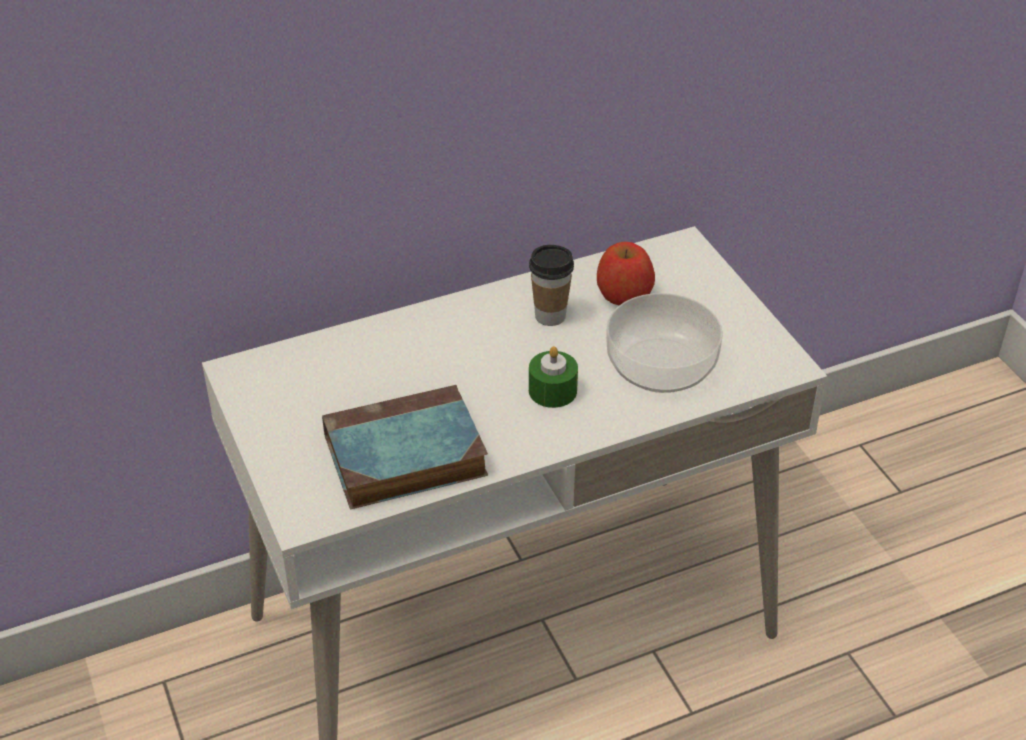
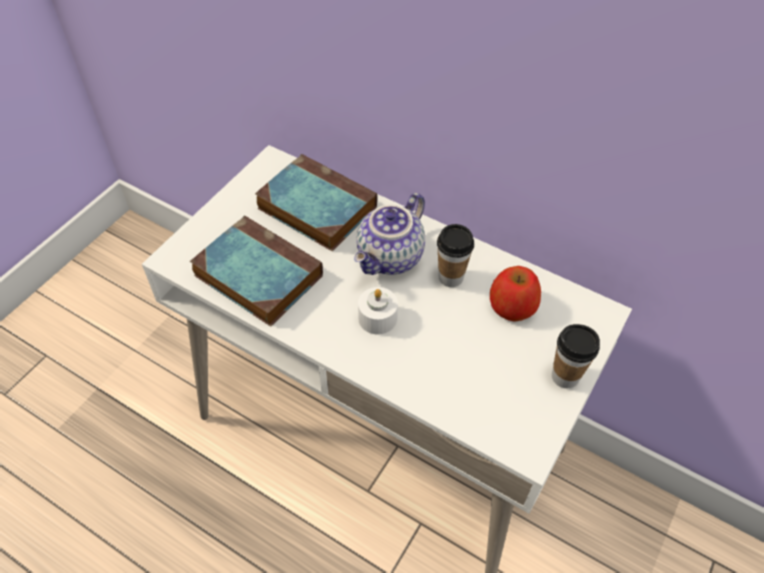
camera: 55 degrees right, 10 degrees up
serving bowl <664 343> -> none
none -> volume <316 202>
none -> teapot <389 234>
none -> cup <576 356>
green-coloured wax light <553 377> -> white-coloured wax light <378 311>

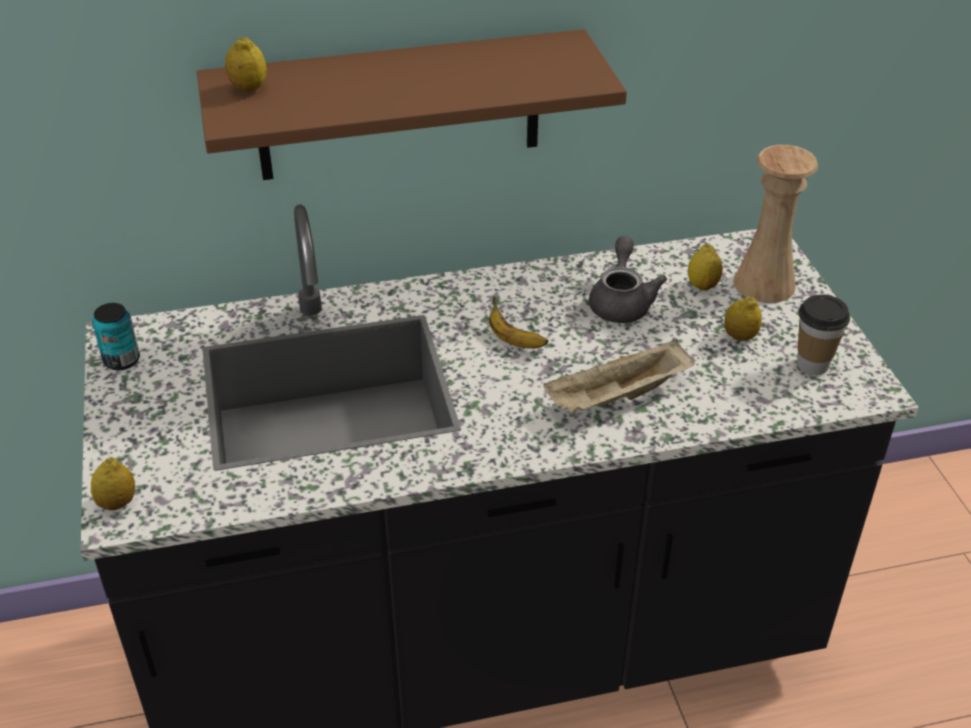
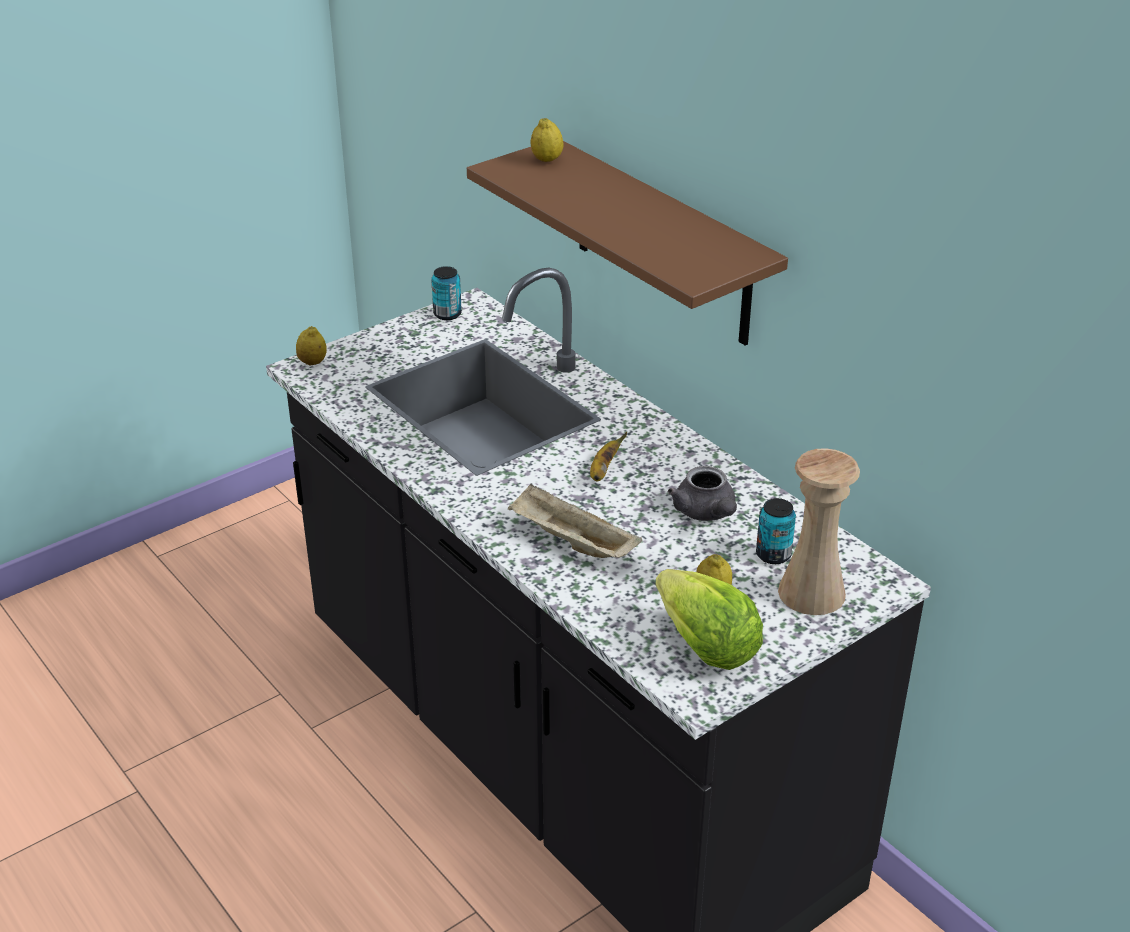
camera: 65 degrees right, 5 degrees down
whole lemon <705 267> -> can <776 531>
cup <823 335> -> lettuce head <709 619>
gray teapot <628 279> -> gray teapot <702 493>, 90 degrees clockwise

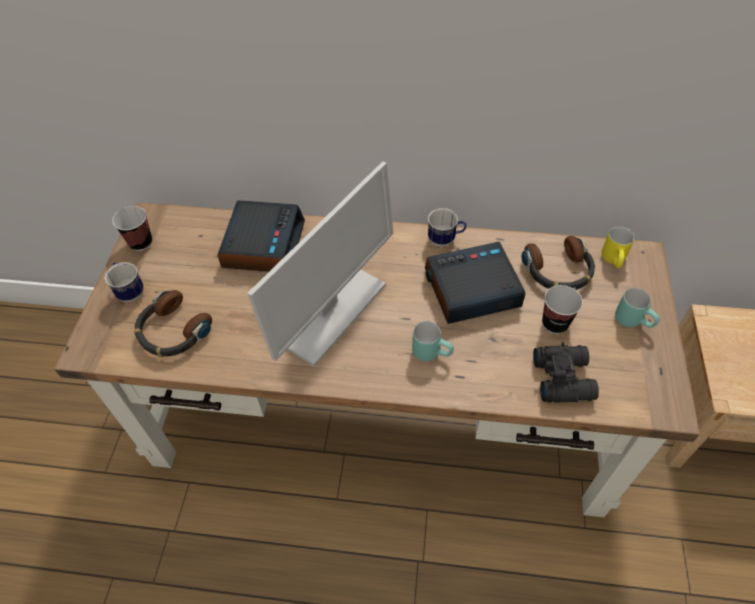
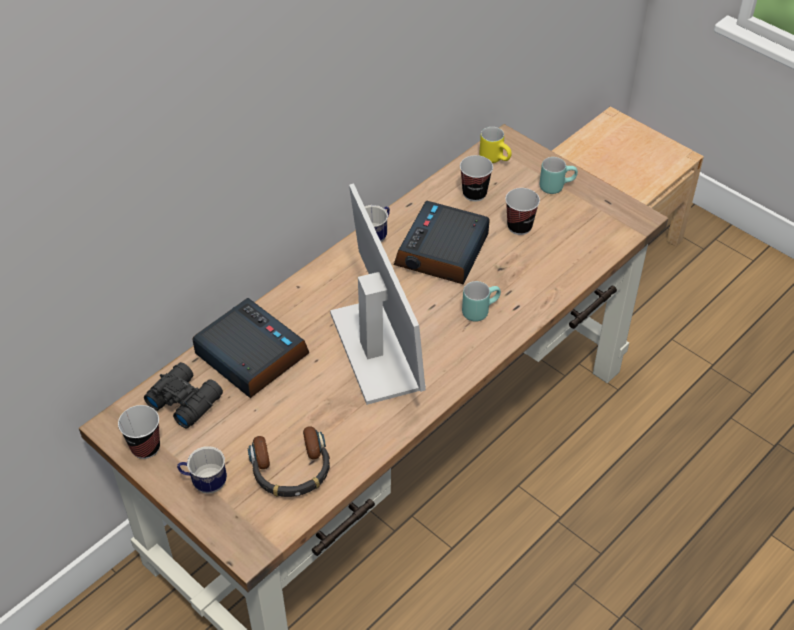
camera: 55 degrees left, 5 degrees down
black binoculars <566 372> -> black binoculars <183 395>, shifted
pair of headphones <558 263> -> cup <476 178>

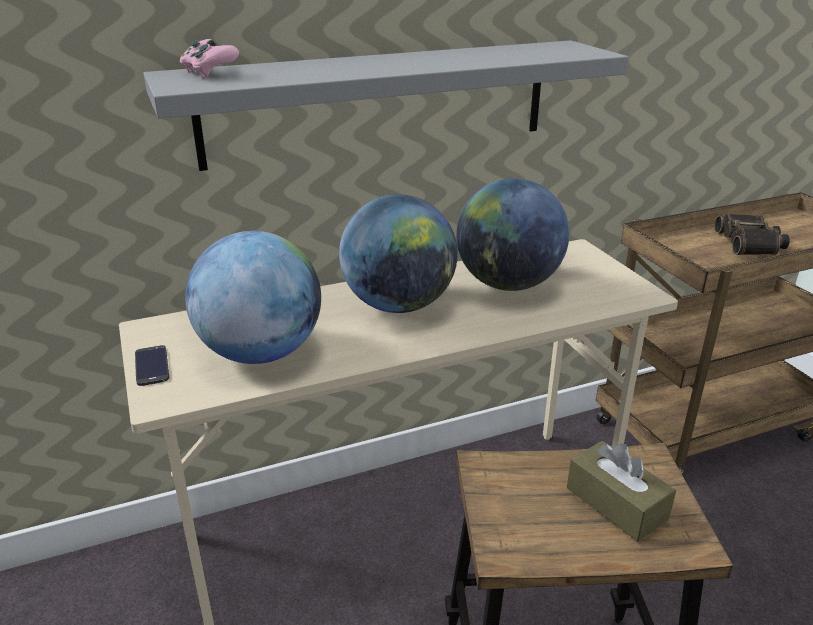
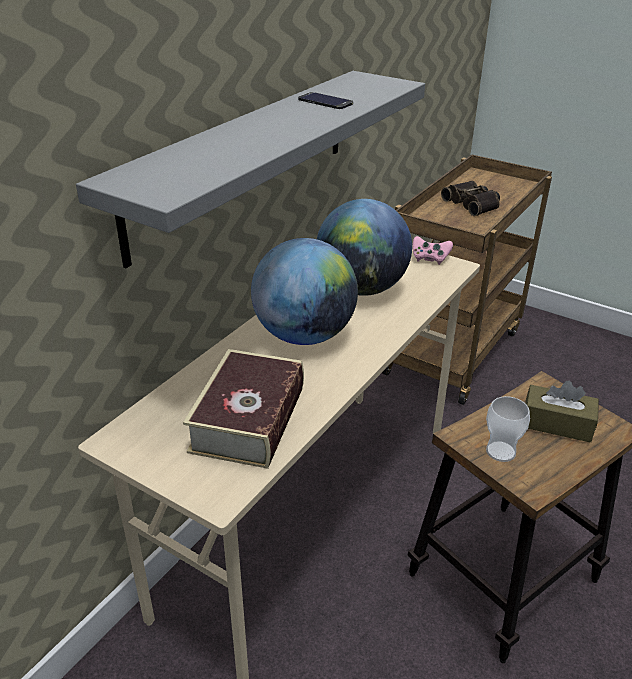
camera: 35 degrees left, 5 degrees up
none -> cup <508 429>
handset <152 365> -> handset <325 100>, shifted
pink-coloured joypad <209 58> -> pink-coloured joypad <432 250>, shifted
world globe <253 297> -> volume <243 409>

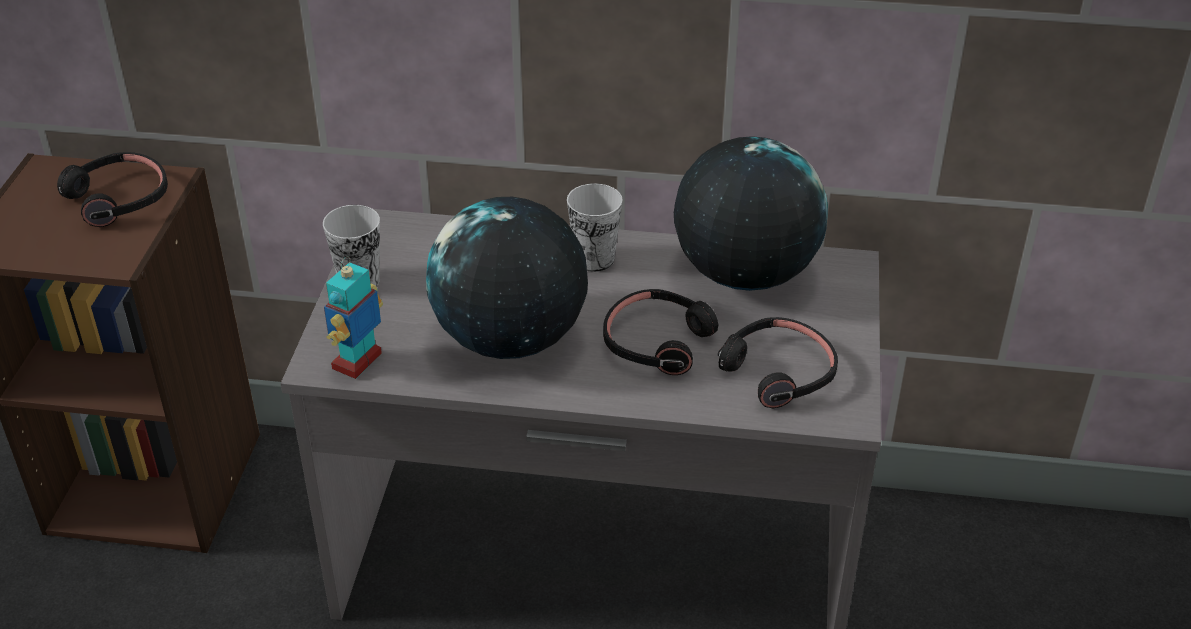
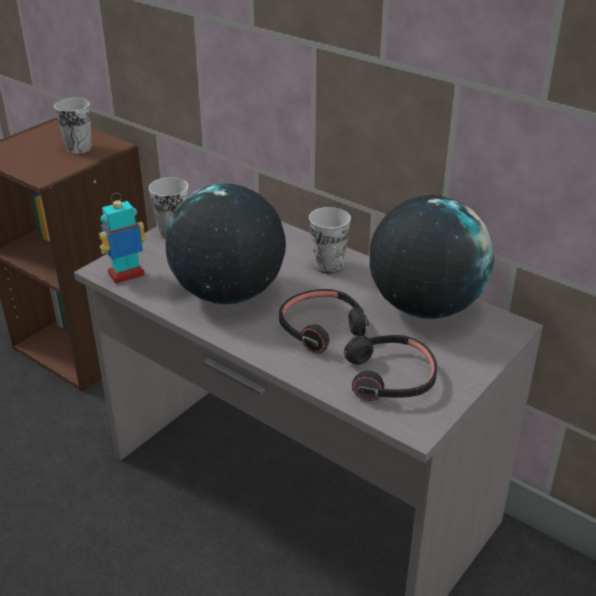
camera: 30 degrees right, 5 degrees down
black pair of headphones <112 189> -> cup <73 126>

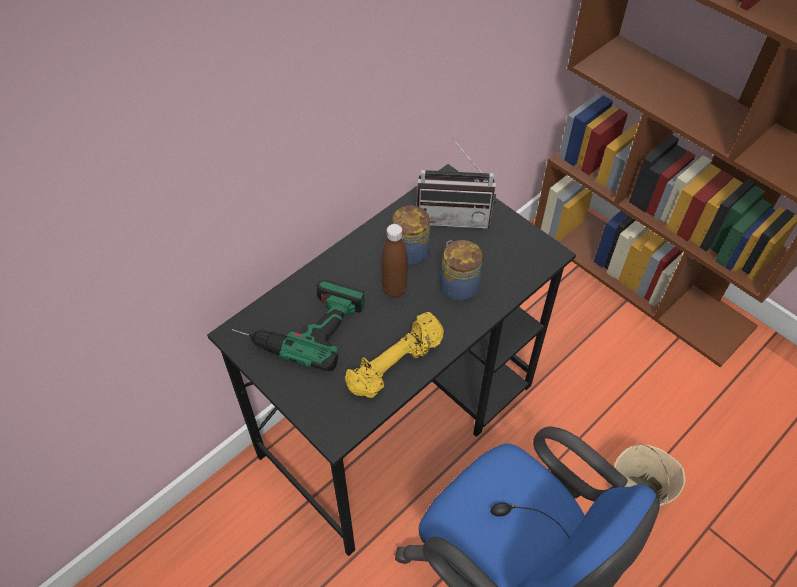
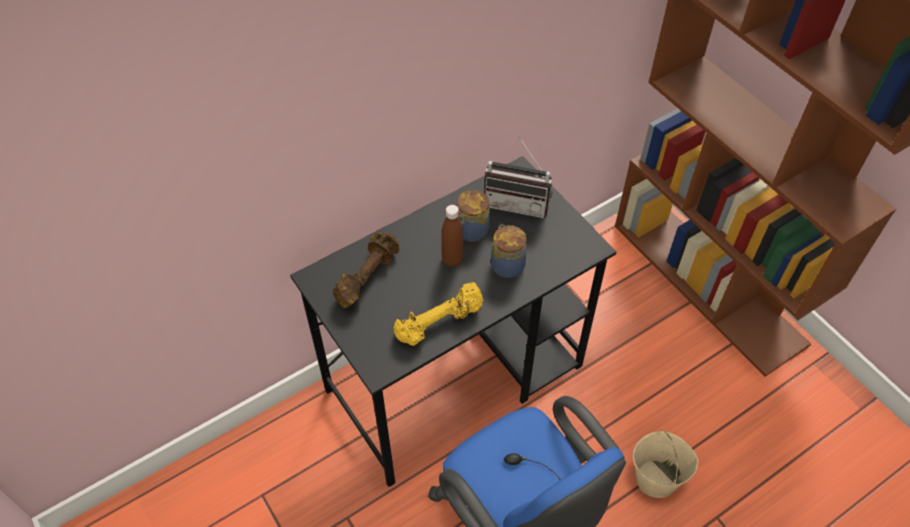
camera: 10 degrees right, 0 degrees up
drill <298 325> -> brown-coloured free weight <366 270>

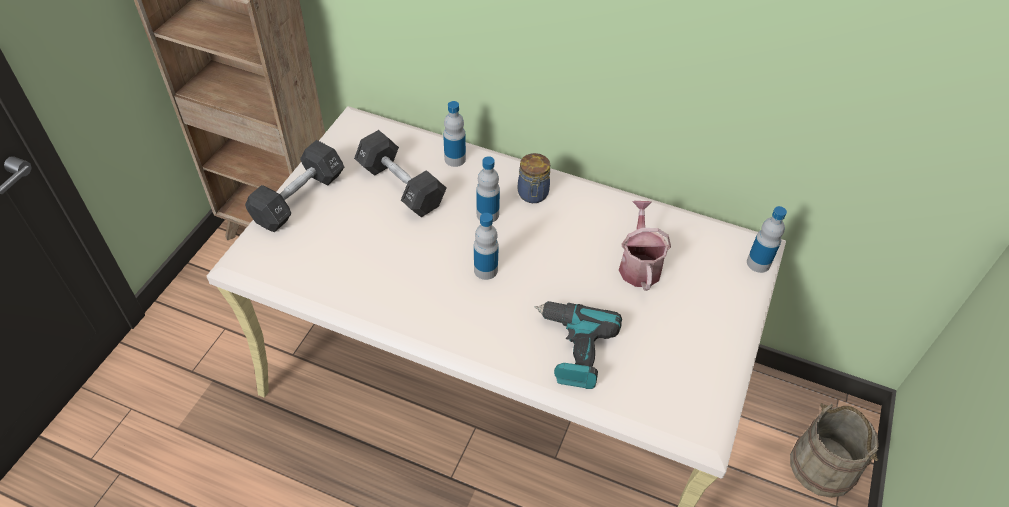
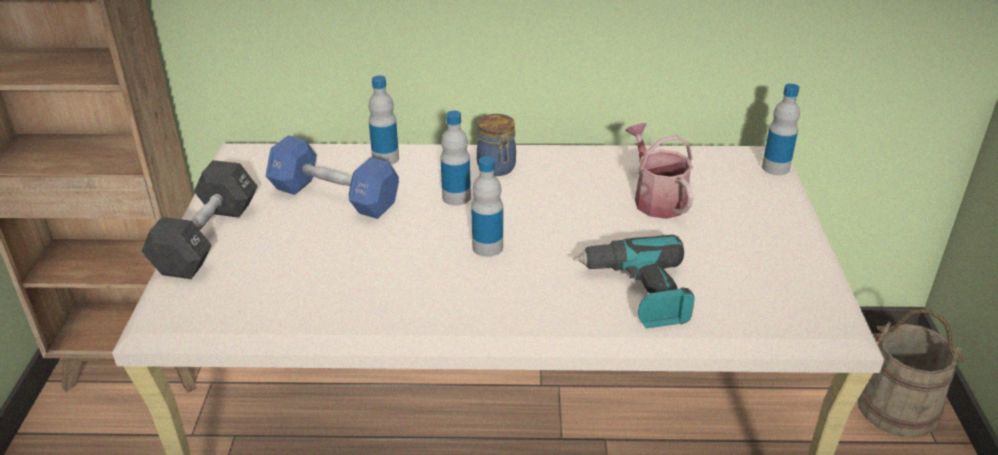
camera: 20 degrees left, 15 degrees down
black free weight <400 173> -> blue free weight <332 177>

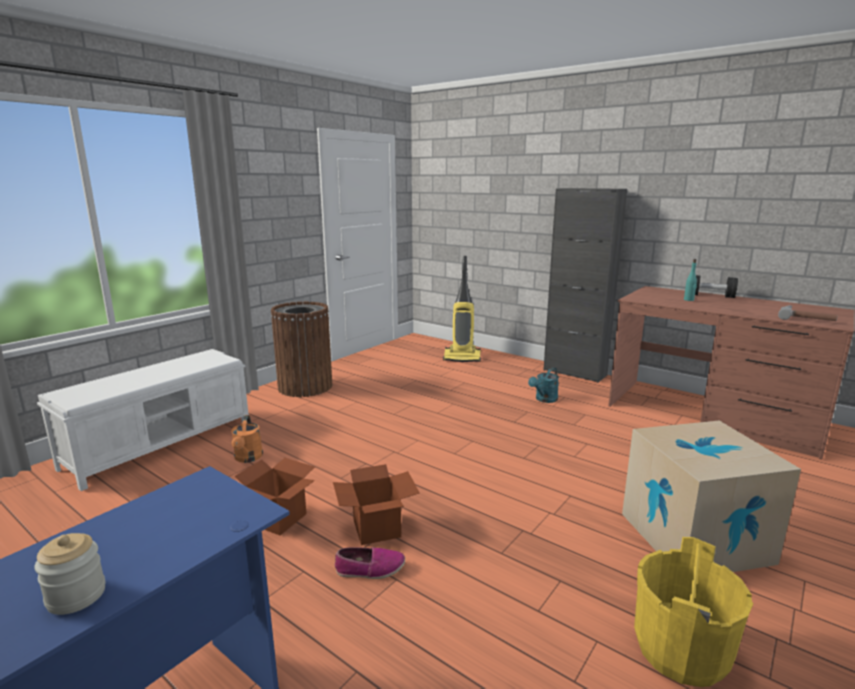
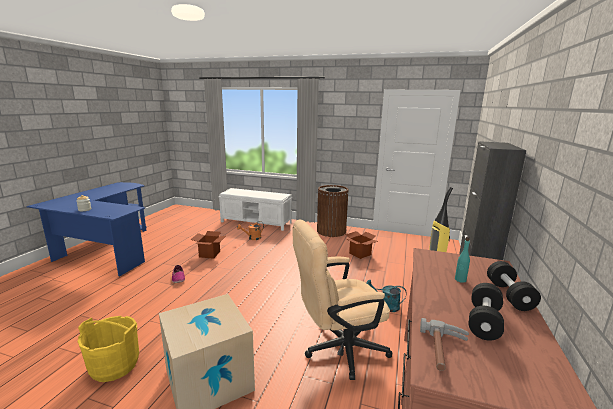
camera: 70 degrees right, 0 degrees up
none -> sand-coloured desk chair <342 300>
none -> black free weight <486 312>
packing box <376 504> -> packing box <361 245>, shifted

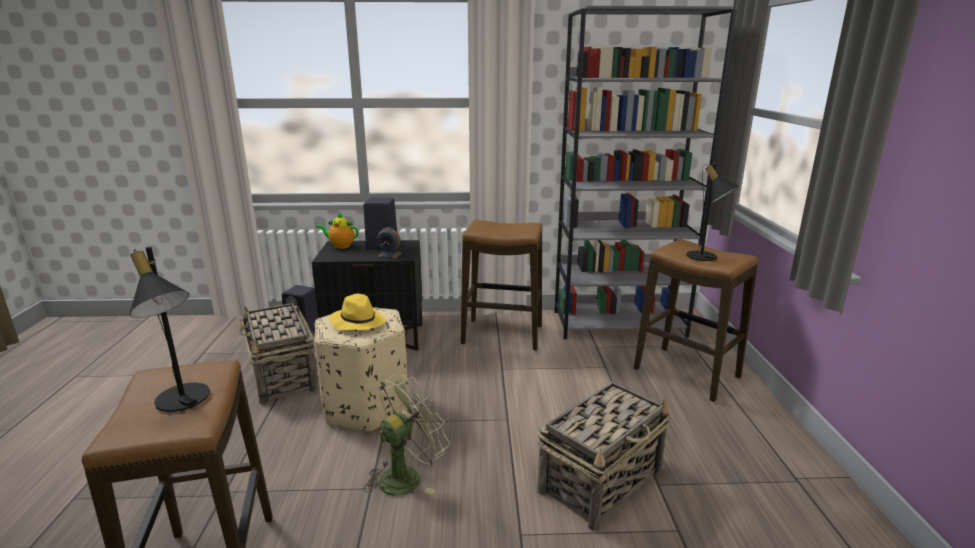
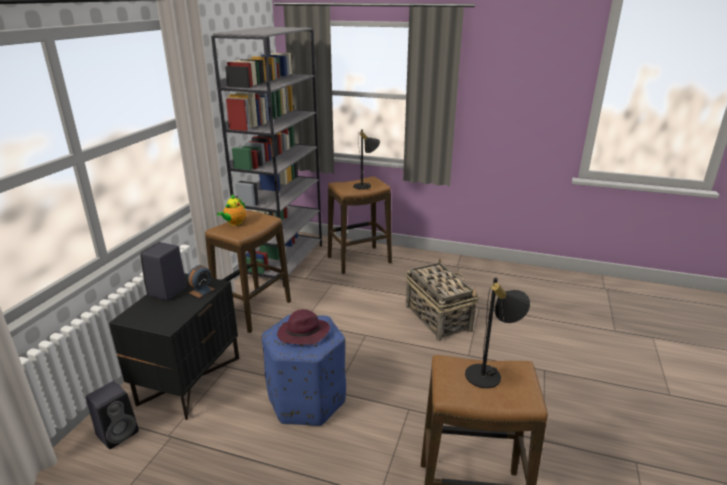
camera: 70 degrees left, 5 degrees up
household basket <278 353> -> none
green-coloured fan <407 434> -> none
teapot <337 231> -> teapot <231 210>, shifted
sand-coloured pouffe <362 369> -> blue pouffe <304 370>
yellow hat <357 312> -> purplish hat <303 327>

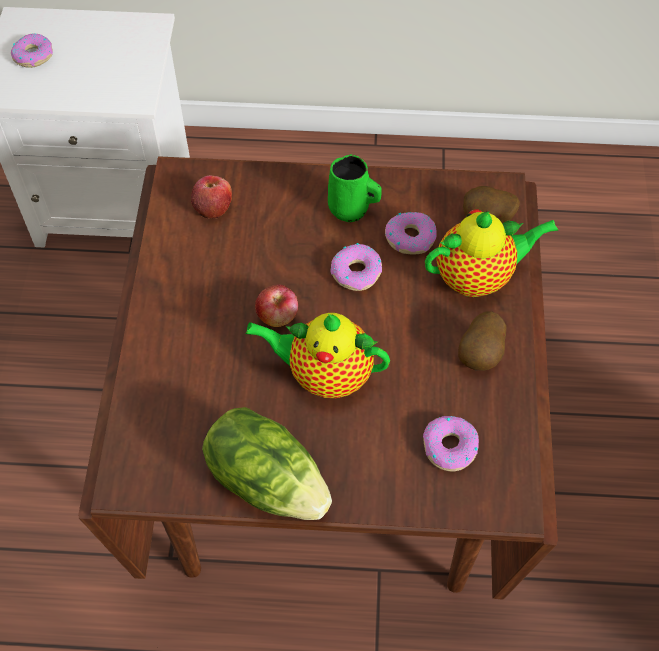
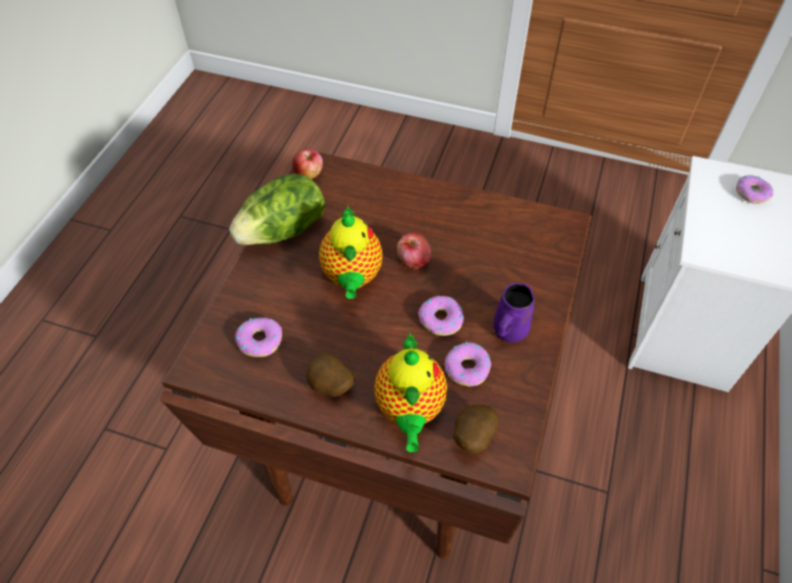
camera: 105 degrees right, 5 degrees down
apple fruit <211 197> -> apple fruit <307 163>, shifted
green-coloured tea mug <355 188> -> purplish tea mug <514 313>
teapot <317 355> -> teapot <351 252>, 150 degrees clockwise

